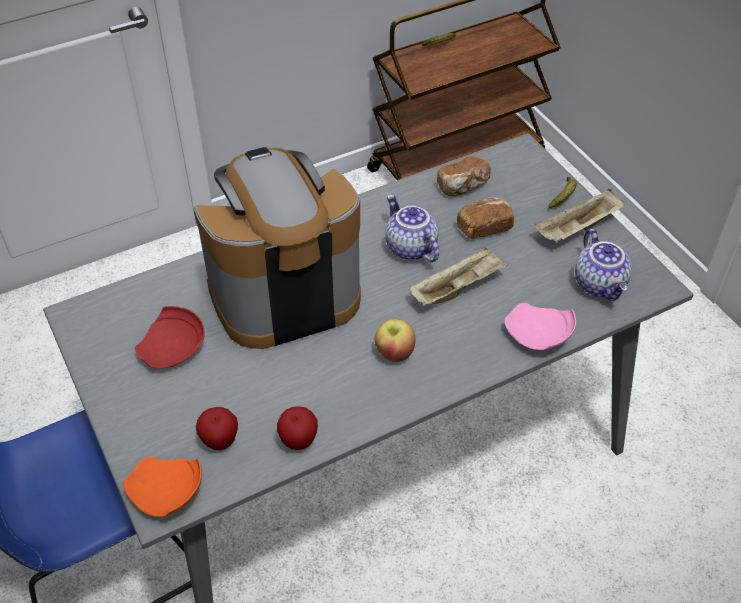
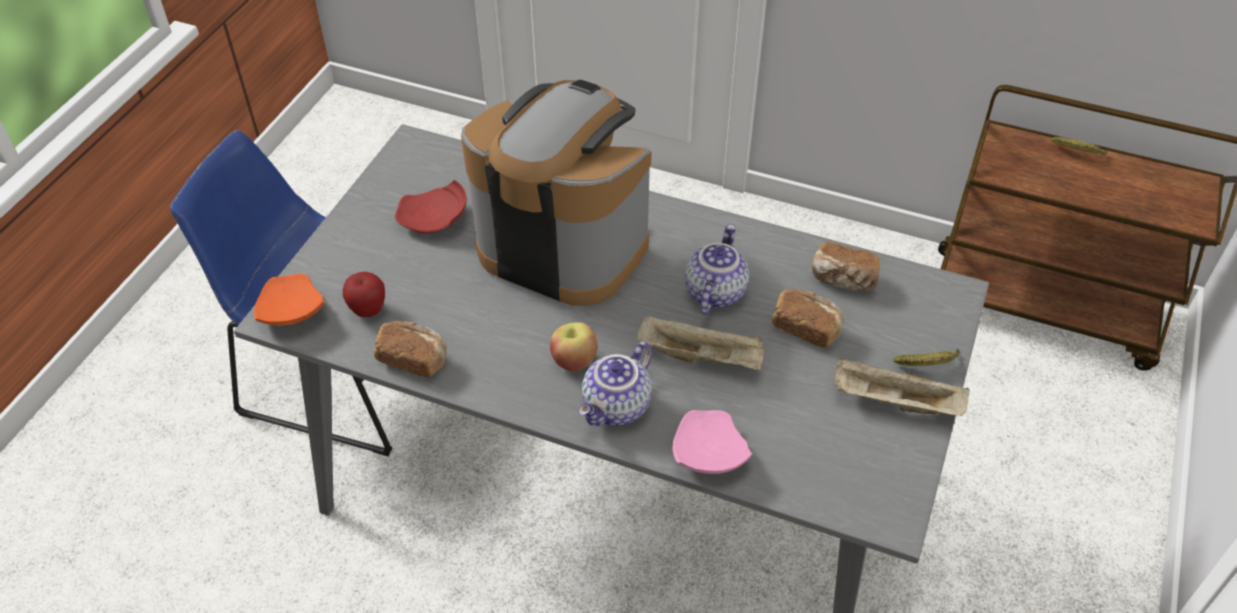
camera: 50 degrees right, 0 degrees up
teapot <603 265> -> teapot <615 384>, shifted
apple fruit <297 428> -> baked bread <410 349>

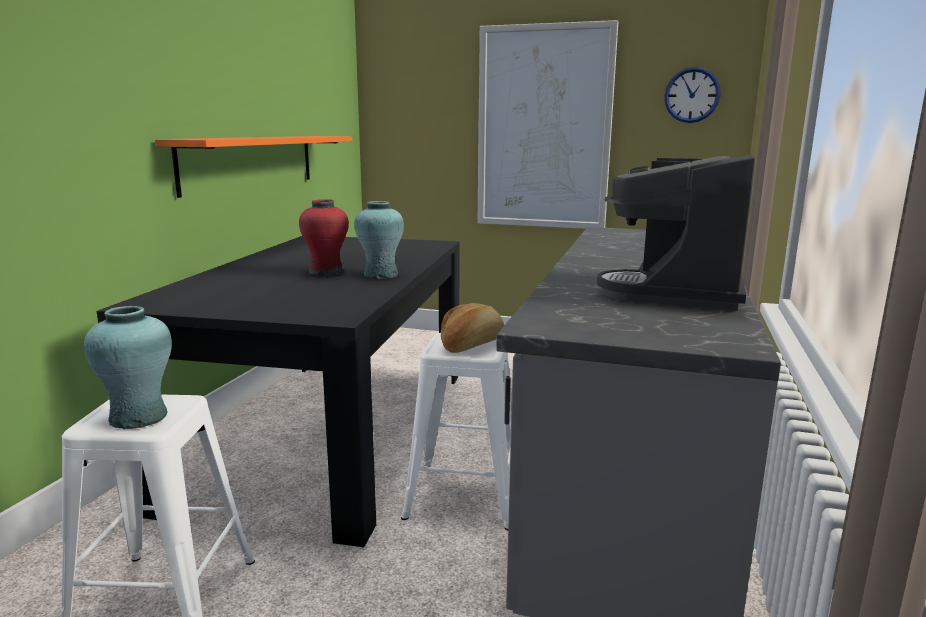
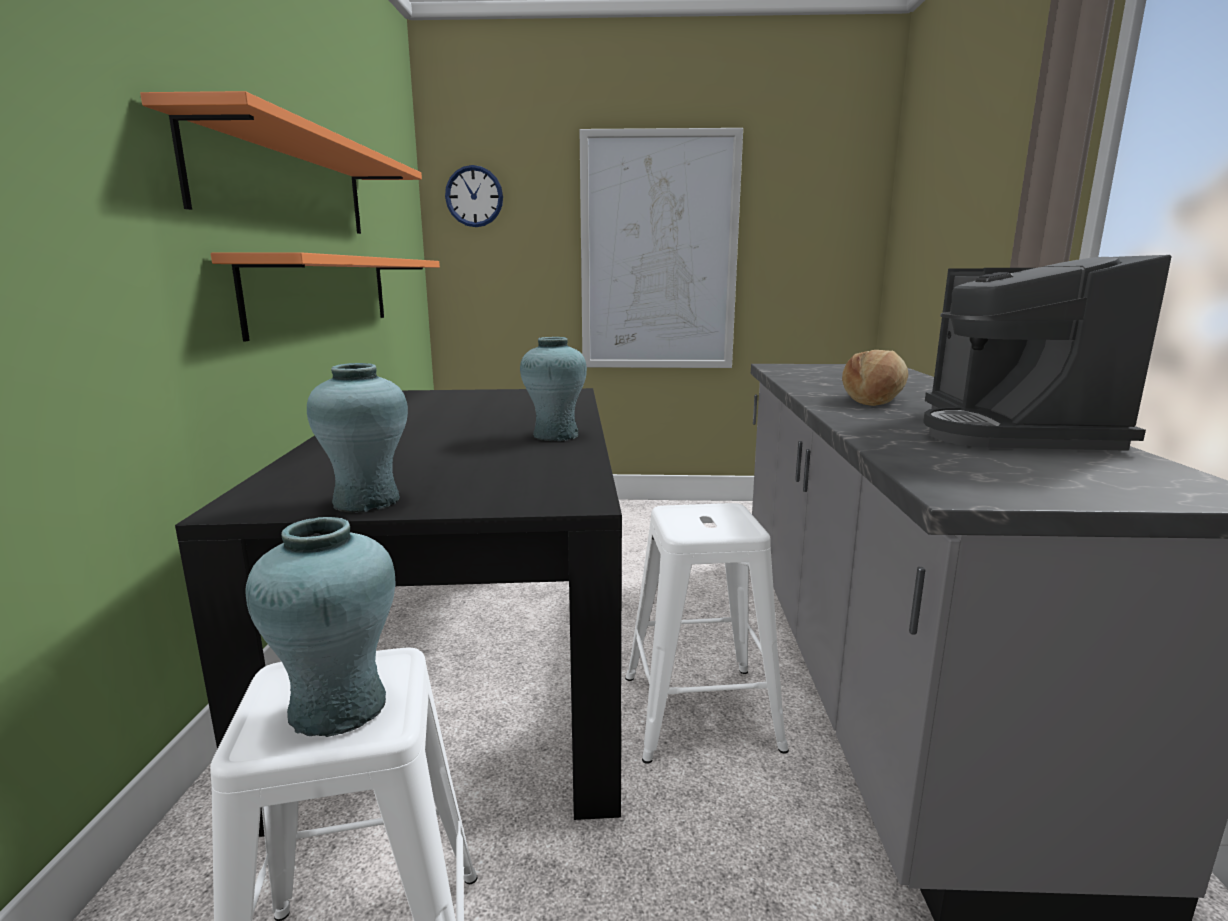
camera: 15 degrees left, 0 degrees up
red flower vase <324 237> -> none
none -> orange-coloured bracket shelf <281 162>
none -> turquoise-coloured flower vase <357 438>
baked bread <472 328> -> baked bread <875 378>, shifted
wall clock <692 95> -> wall clock <474 196>, shifted

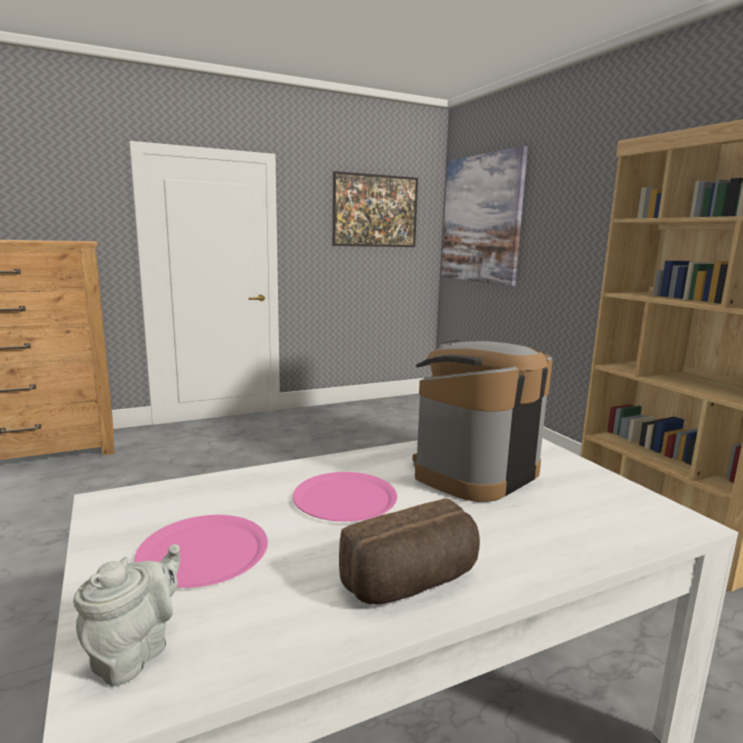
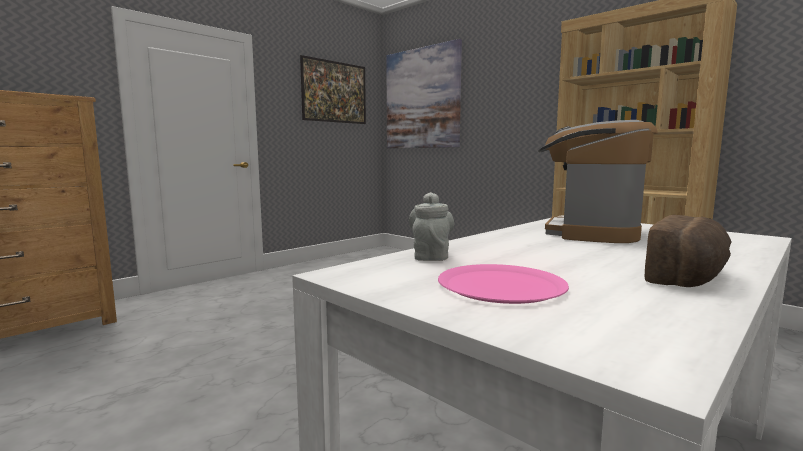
camera: 20 degrees left, 5 degrees down
pink-coloured flat dish <345 497> -> none
gray teapot <126 615> -> gray teapot <431 226>, shifted

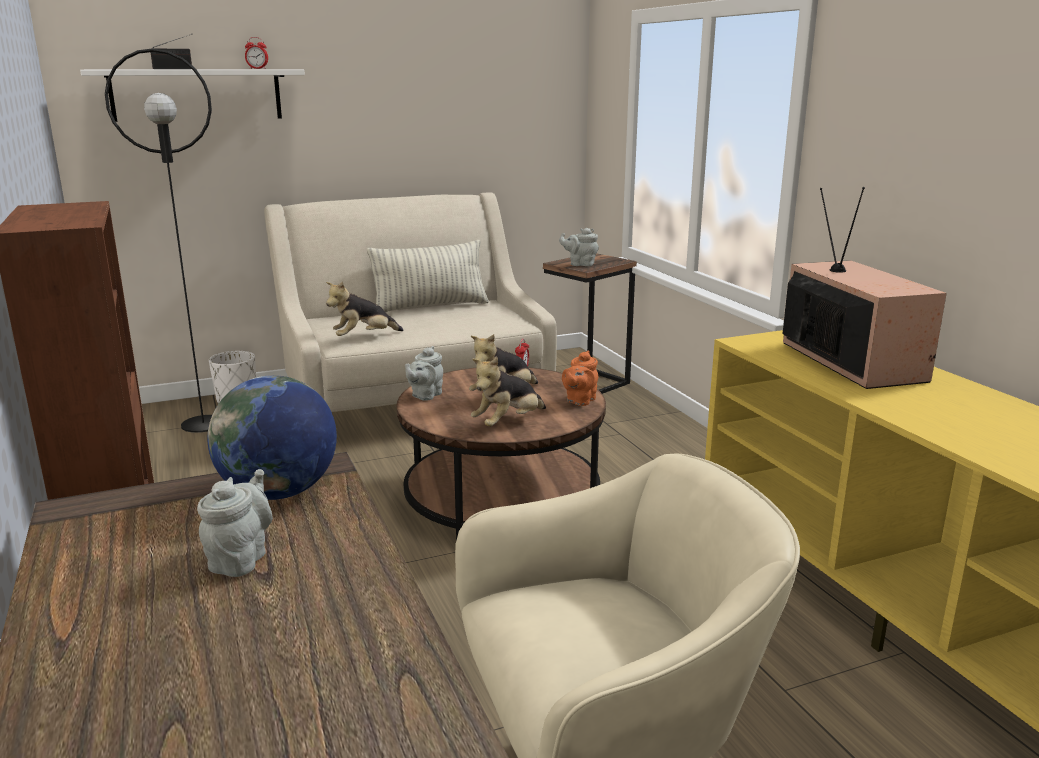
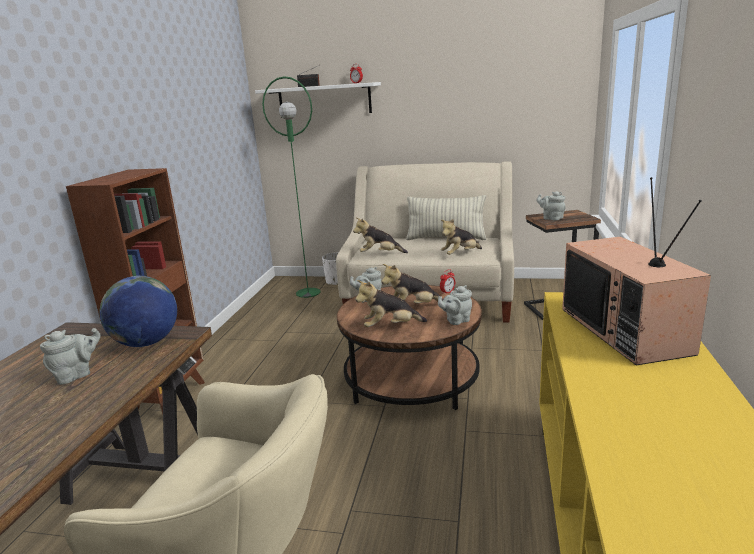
camera: 35 degrees right, 0 degrees up
none -> cuddly toy <461 237>
black standing lamp <158 241> -> green-coloured standing lamp <291 187>
orange-coloured teapot <580 378> -> gray teapot <455 305>
television <865 288> -> television <636 271>, 150 degrees clockwise

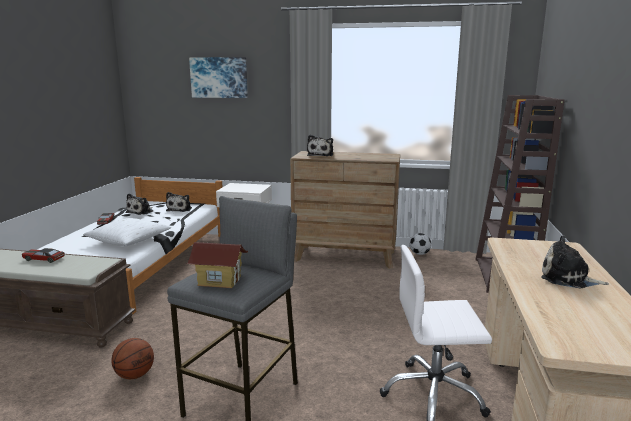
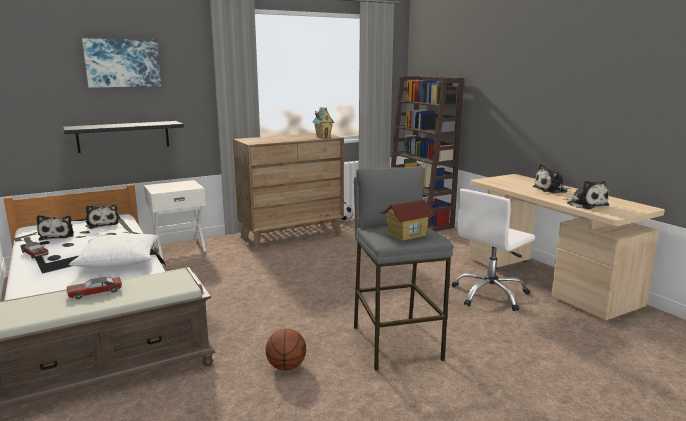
camera: 40 degrees left, 0 degrees up
none -> black bracket shelf <123 137>
none -> miniature house <323 123>
cuddly toy <320 145> -> cuddly toy <586 194>, shifted

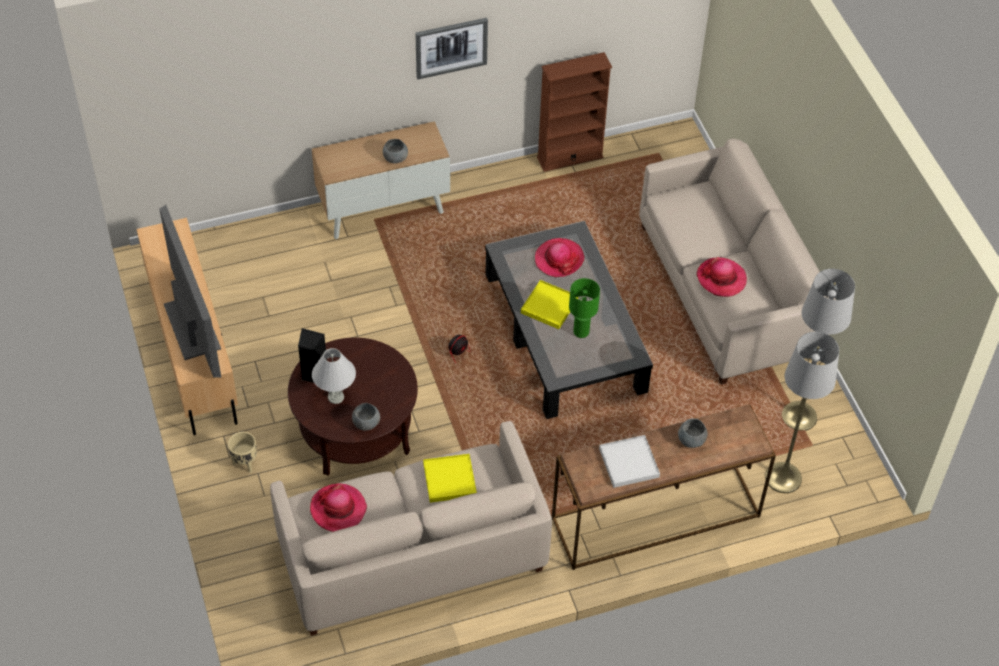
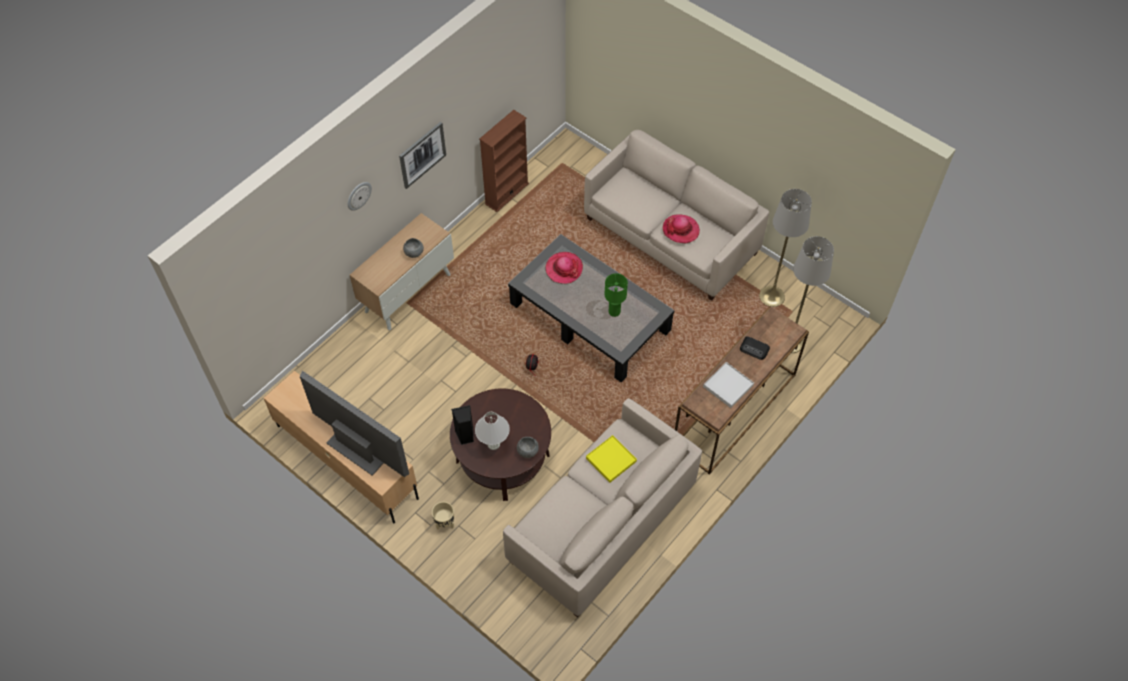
camera: 30 degrees left, 5 degrees up
hat <338 507> -> none
yellow tray <549 304> -> none
none -> wall clock <360 196>
gray serving bowl <693 433> -> radio receiver <755 348>

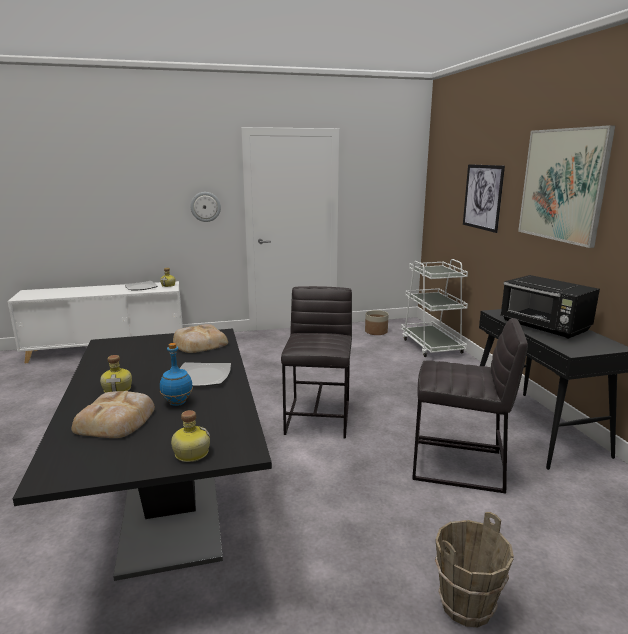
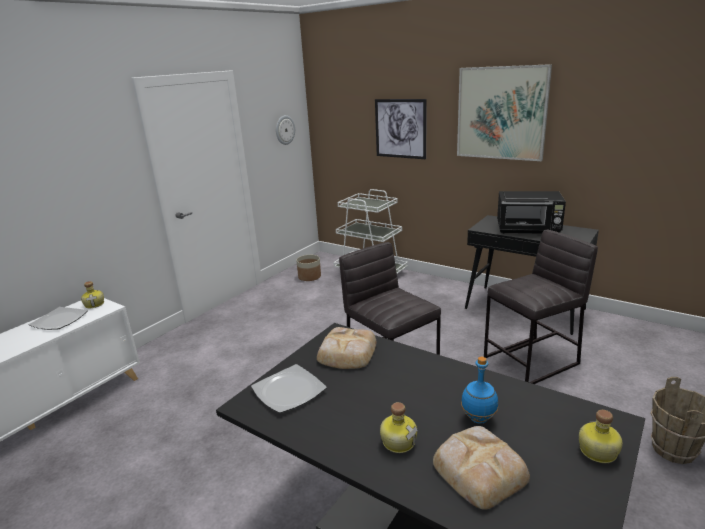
camera: 40 degrees left, 5 degrees up
flat dish <205 374> -> flat dish <289 388>, shifted
wall clock <206 207> -> wall clock <285 130>, shifted

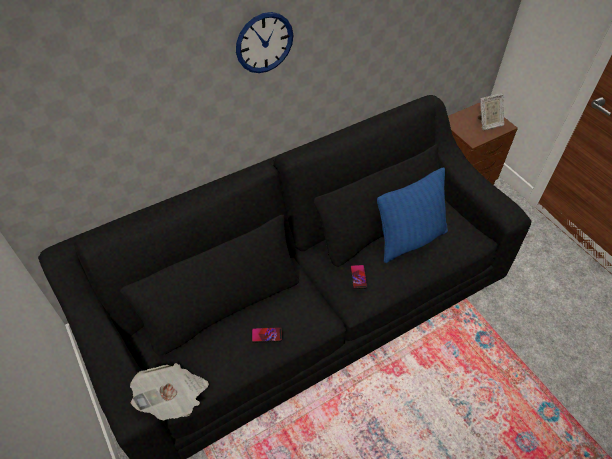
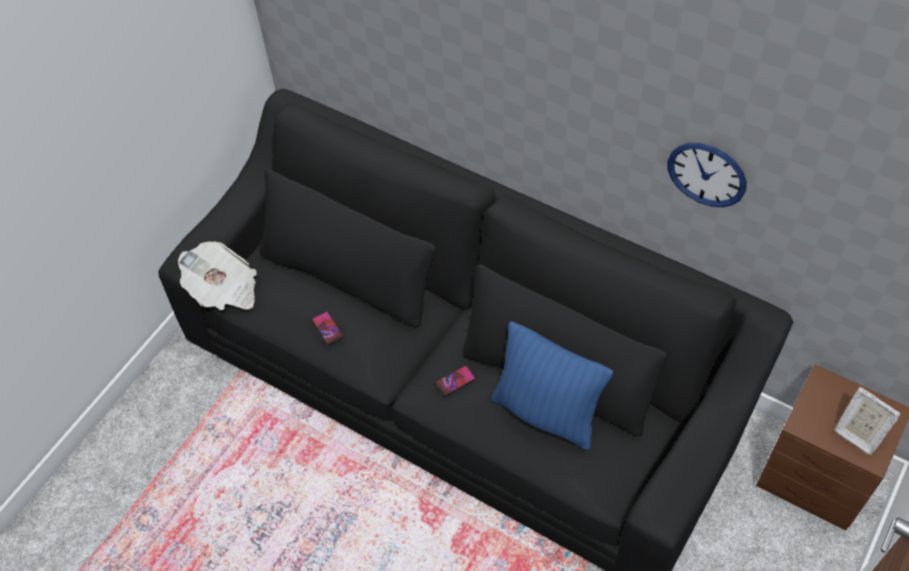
camera: 65 degrees right, 5 degrees up
wall clock <264 42> -> wall clock <707 175>, shifted

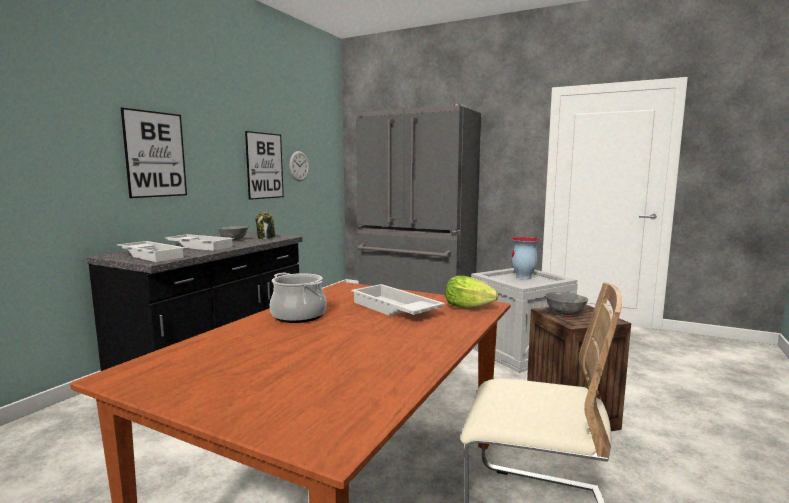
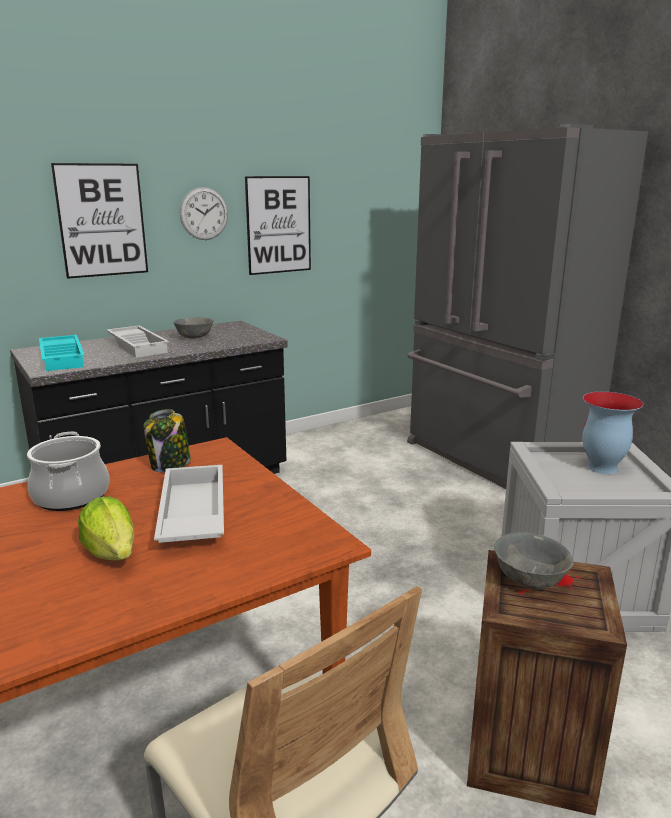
camera: 30 degrees right, 10 degrees up
storage jar <265 225> -> storage jar <167 440>, shifted
wall clock <299 166> -> wall clock <204 213>, shifted
lettuce head <471 292> -> lettuce head <106 528>, shifted
white-coloured tray <151 251> -> turquoise-coloured tray <62 353>

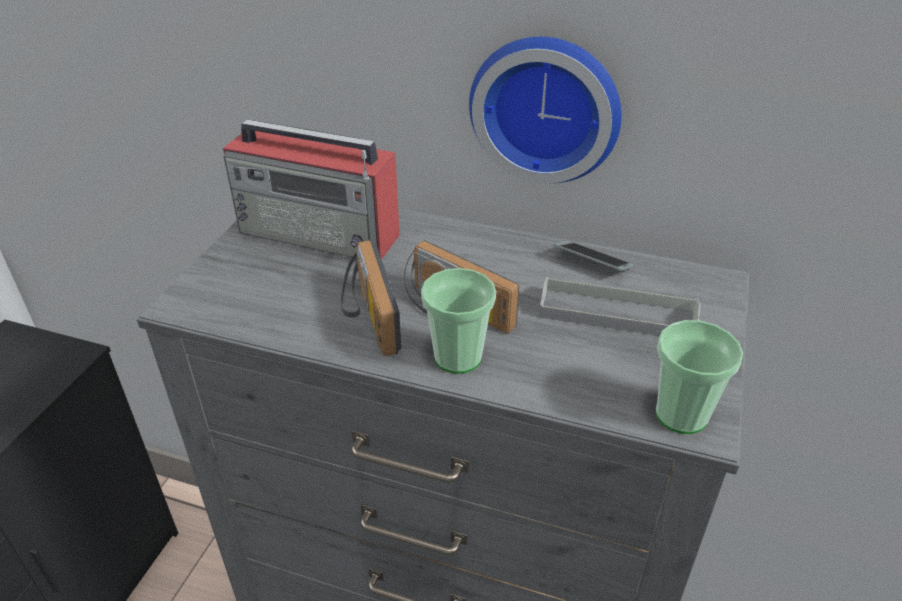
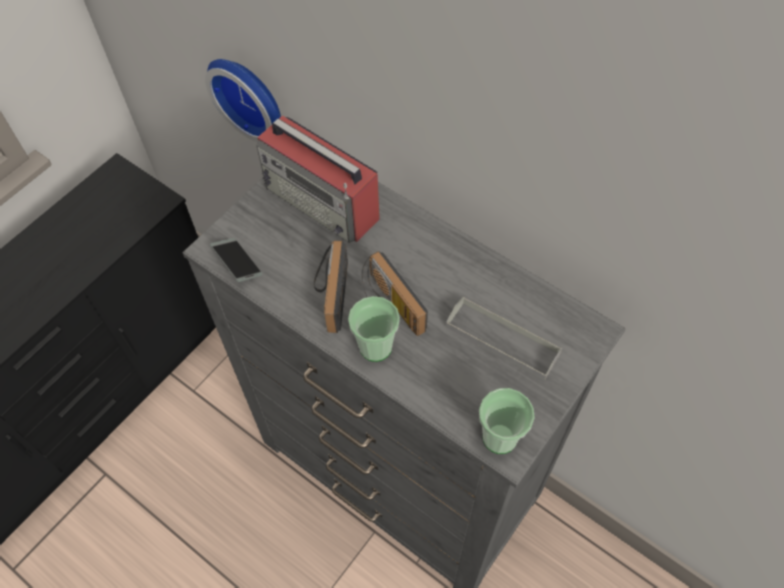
camera: 20 degrees right, 20 degrees up
wall clock <545 110> -> wall clock <243 100>, shifted
handset <594 256> -> handset <236 260>, shifted

